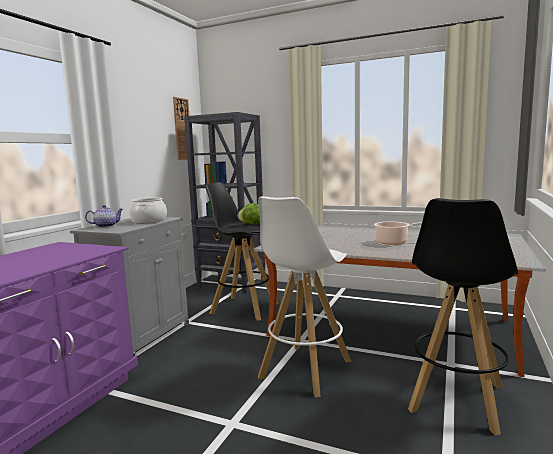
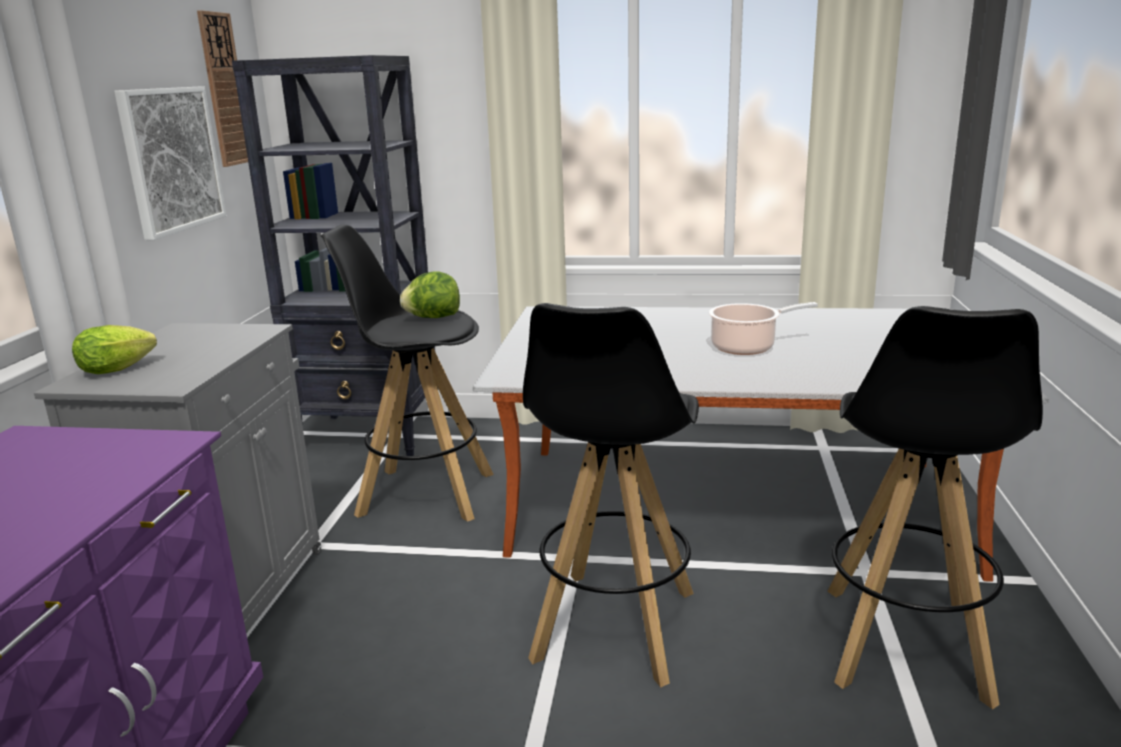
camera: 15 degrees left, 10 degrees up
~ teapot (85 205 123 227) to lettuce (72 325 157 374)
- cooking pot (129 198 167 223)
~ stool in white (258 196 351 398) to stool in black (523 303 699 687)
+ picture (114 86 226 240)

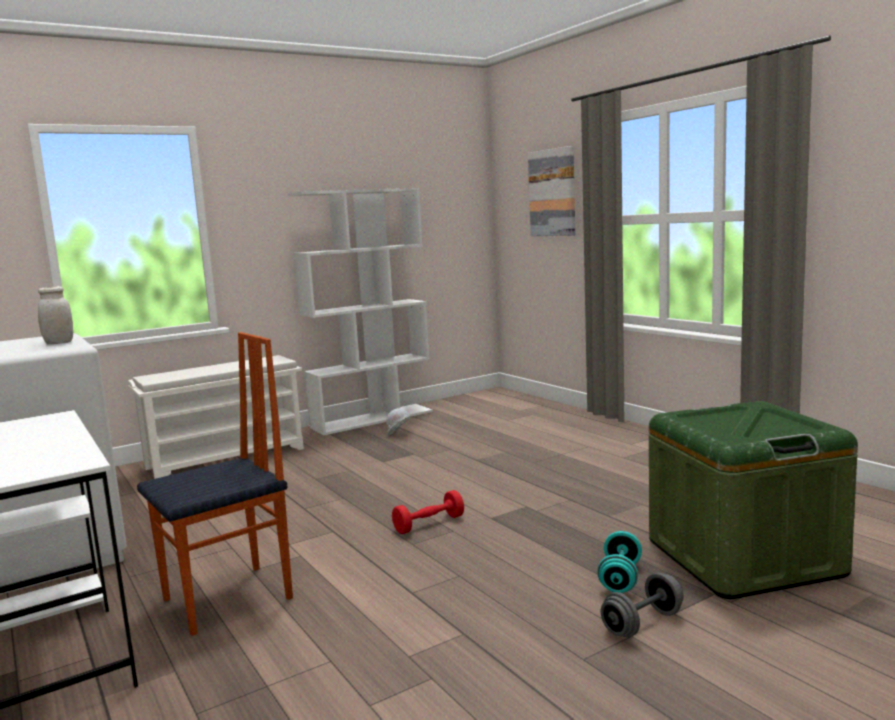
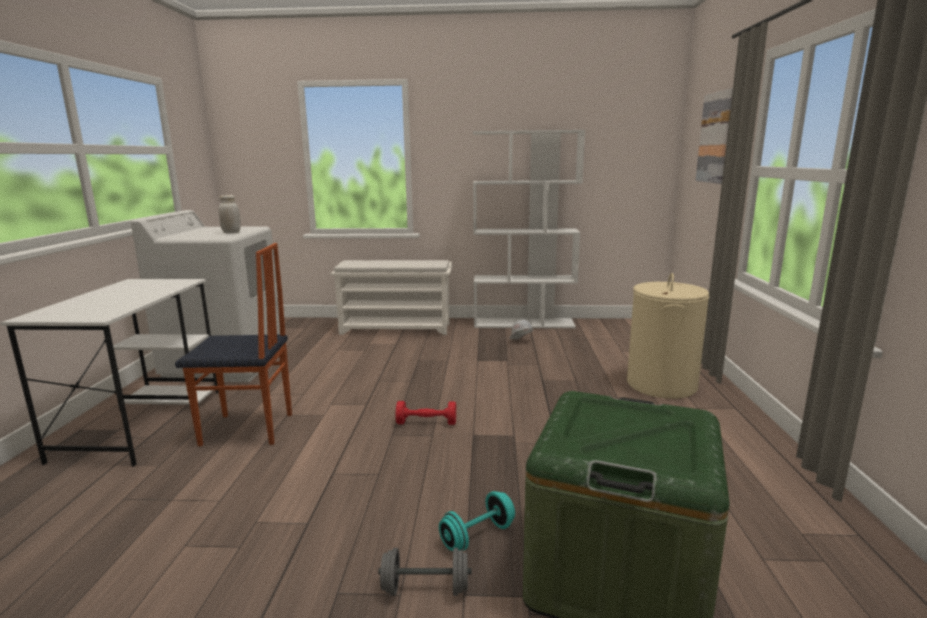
camera: 35 degrees right, 5 degrees up
+ laundry basket in beige (627 273 709 399)

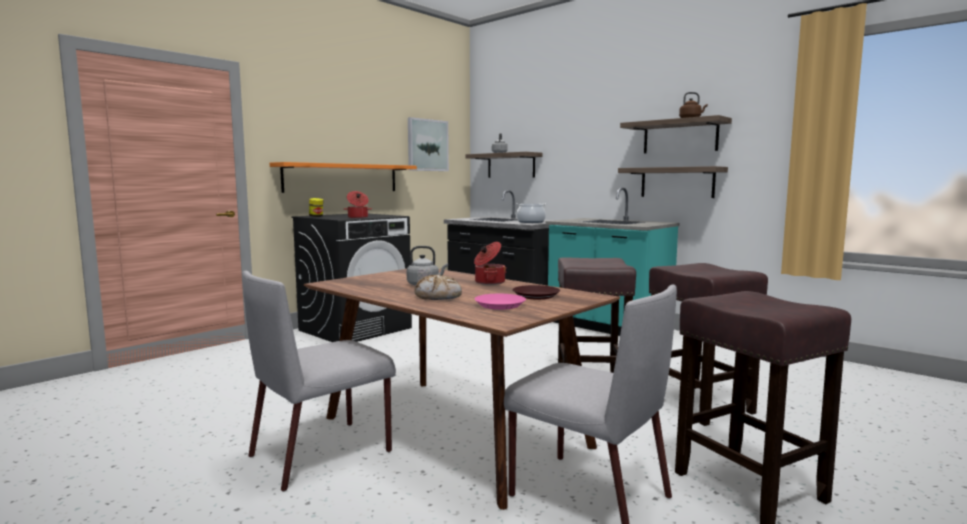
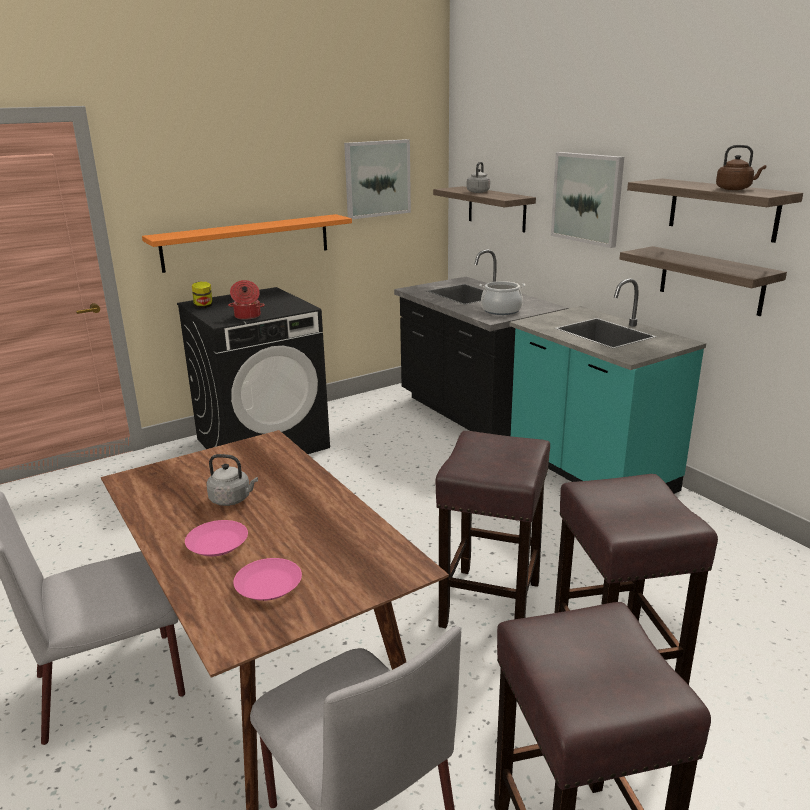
camera: 15 degrees right, 15 degrees up
~ bread (414 274 462 300) to plate in pink (185 520 248 556)
- cooking pot (474 242 506 285)
- plate in brown (512 285 560 299)
+ picture (551 152 624 248)

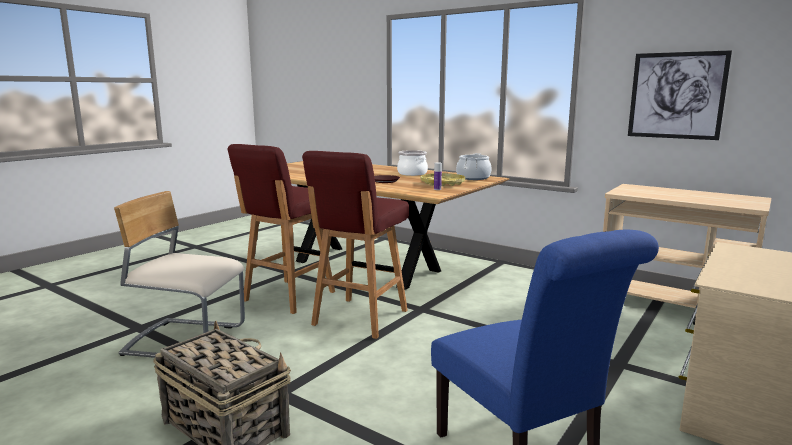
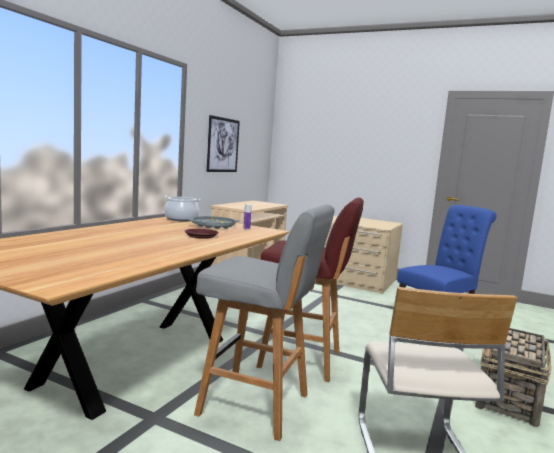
camera: 100 degrees left, 5 degrees down
~ stool in red (227 144 335 314) to stool in grey (194 204 335 441)
- cooking pot (397 150 428 176)
~ tray in yellow (420 173 465 186) to tray in grey (188 216 239 229)

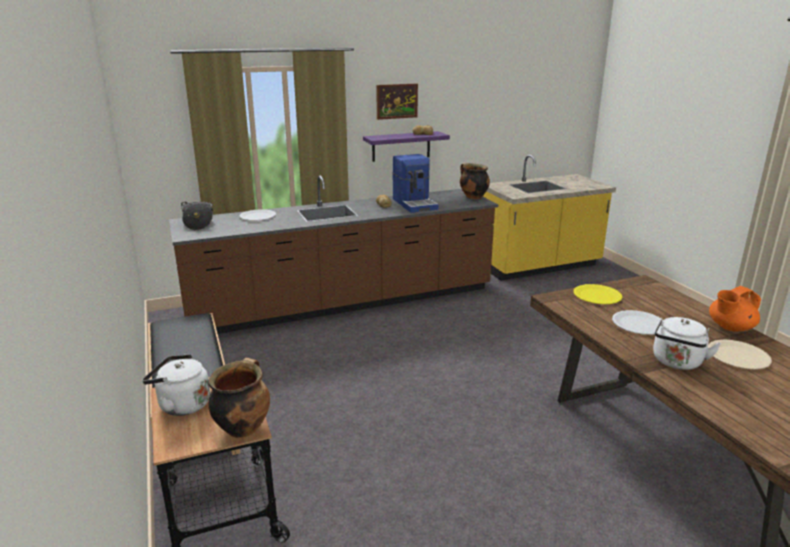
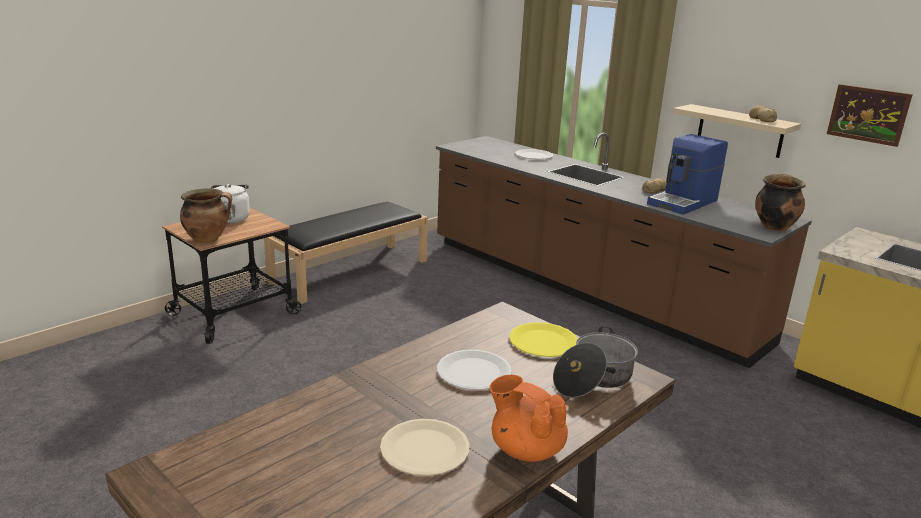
camera: 65 degrees right, 0 degrees up
~ cooking pot (181 202 213 230) to (553 326 638 398)
~ shelf in purple (363 131 450 162) to shelf in beige (673 104 801 158)
~ picture (376 84 418 120) to (827 84 913 147)
- kettle in white (653 317 722 370)

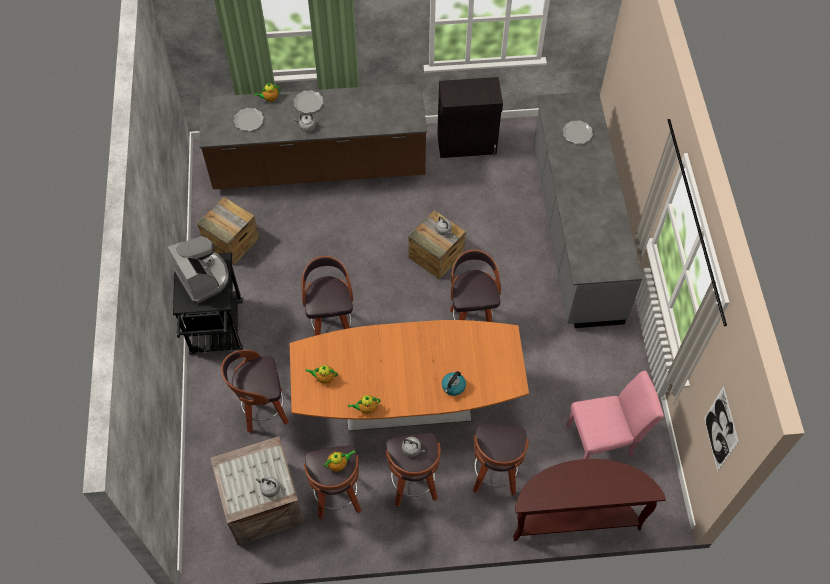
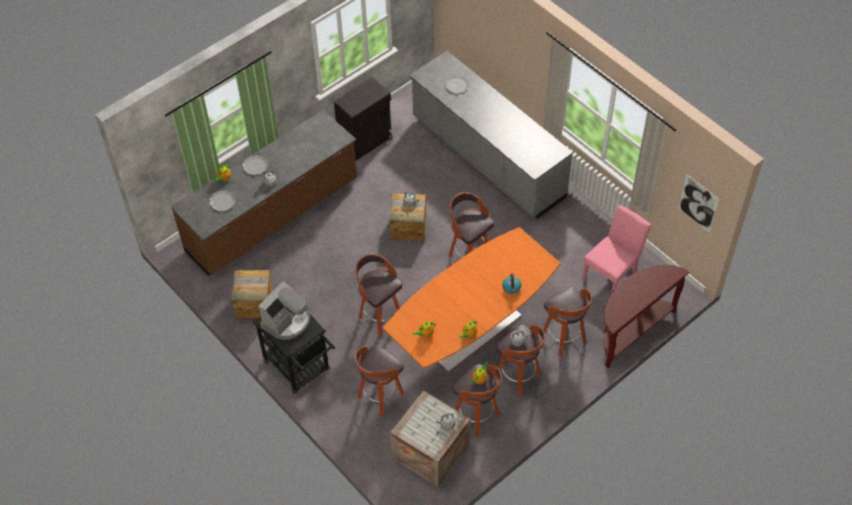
camera: 35 degrees left, 5 degrees down
~ coffee machine (168 236 229 303) = (259 281 310 340) 105 degrees clockwise

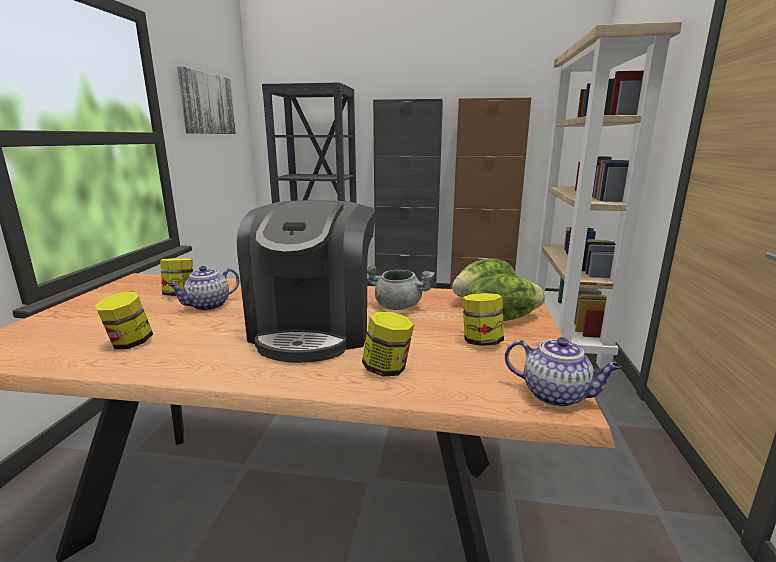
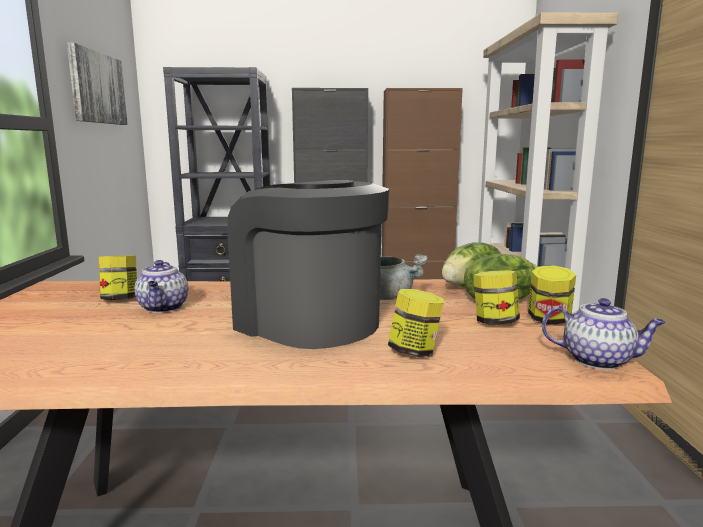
camera: 10 degrees left, 5 degrees down
~ jar (95 292 153 349) to (528 265 576 325)
~ teapot (168 266 240 311) = (135 260 189 313) 45 degrees counterclockwise
~ coffee machine (237 200 375 363) = (227 180 389 349) 135 degrees clockwise

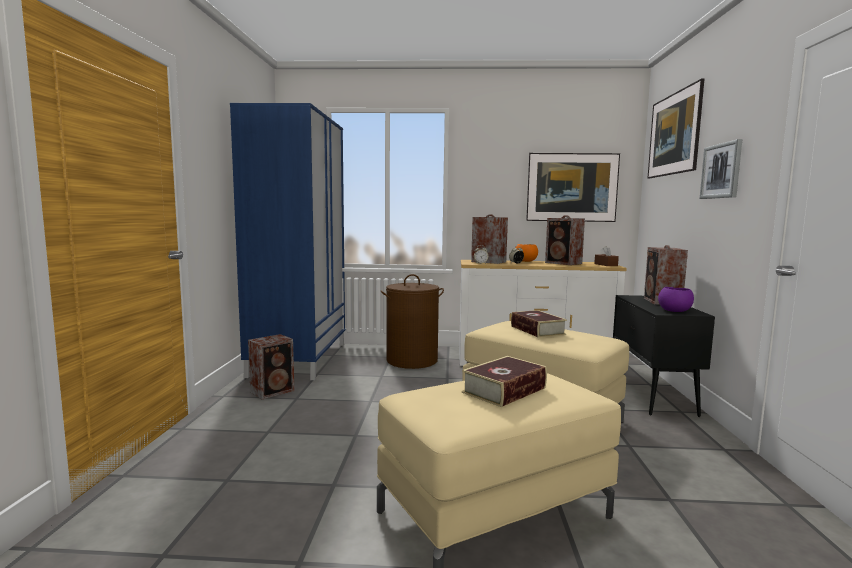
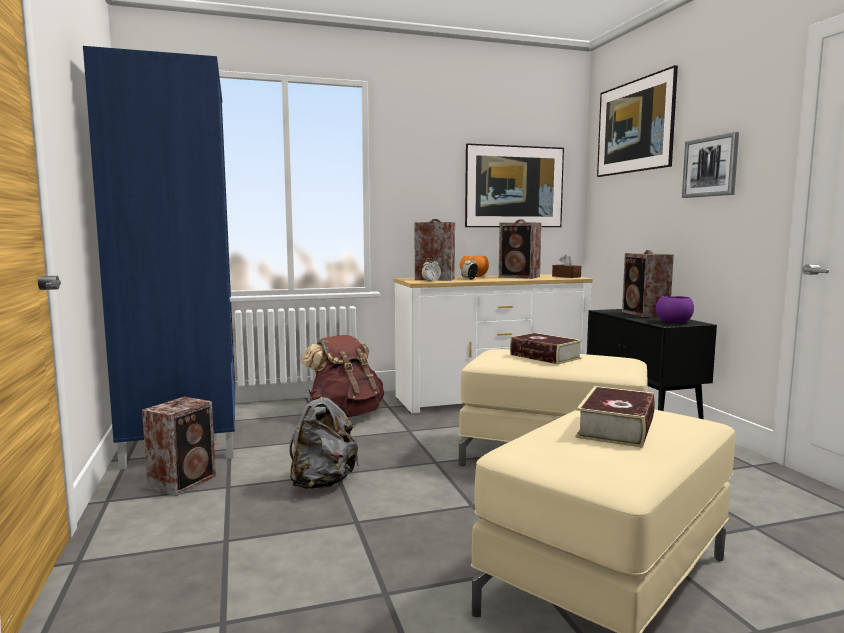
camera: 20 degrees left, 0 degrees up
~ laundry basket in brown (380 274 444 369) to backpack in brown (302 335 384 417)
+ backpack in grey (290 390 359 489)

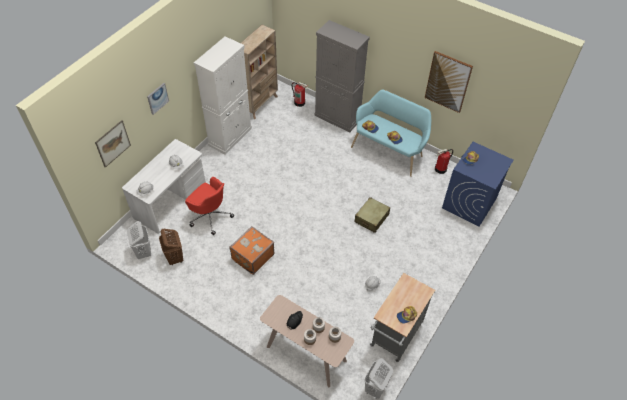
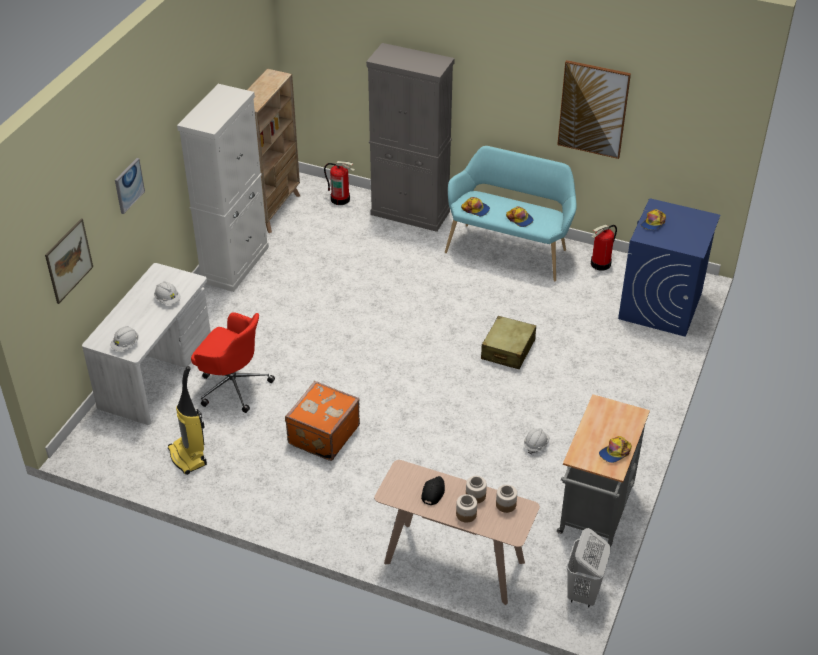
camera: 10 degrees left, 10 degrees down
- laundry basket in white (127 221 151 259)
~ laundry basket in brown (159 229 183 266) to vacuum cleaner (168 366 207 475)

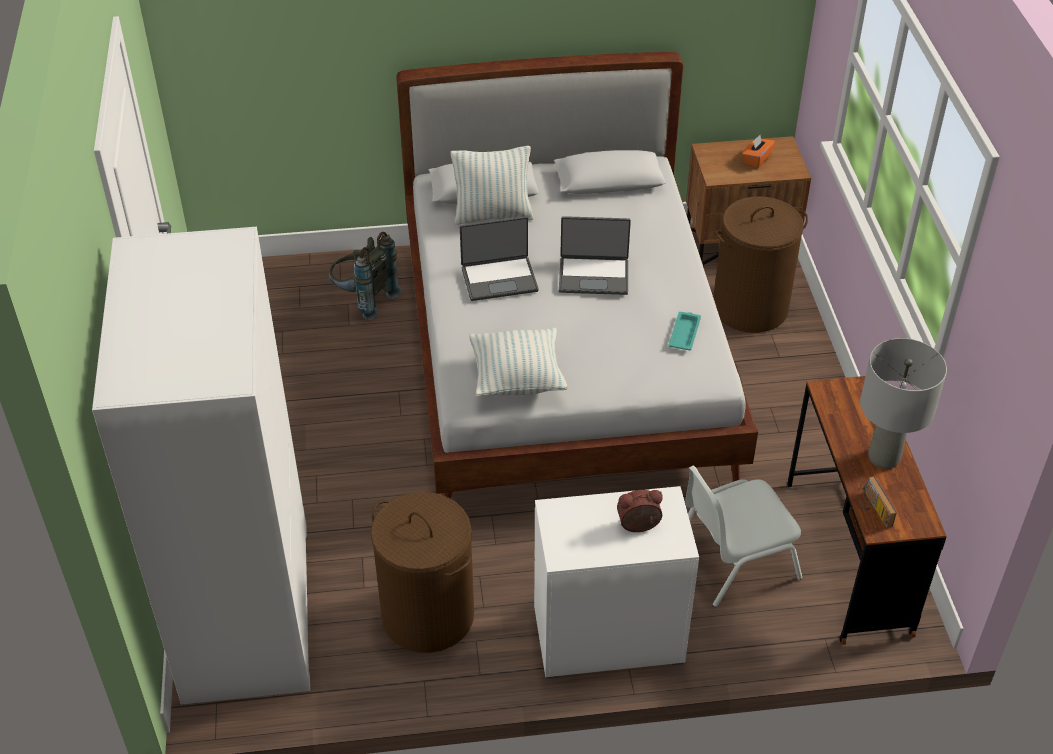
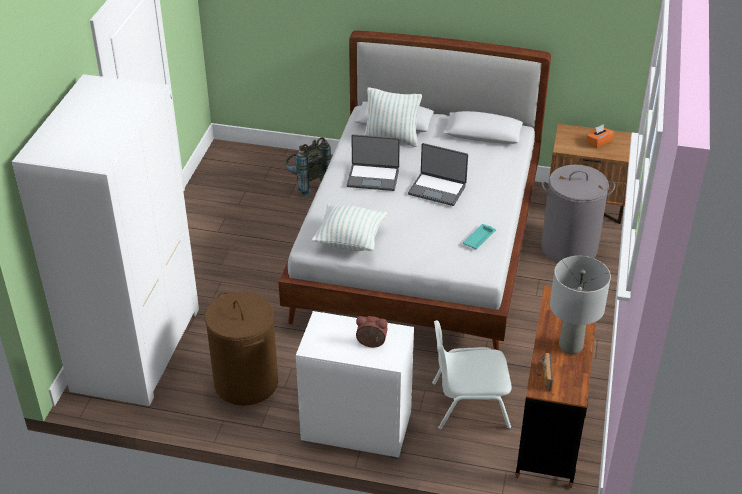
camera: 20 degrees right, 5 degrees down
~ laundry basket in brown (713 196 808 333) to laundry basket in grey (541 165 615 263)

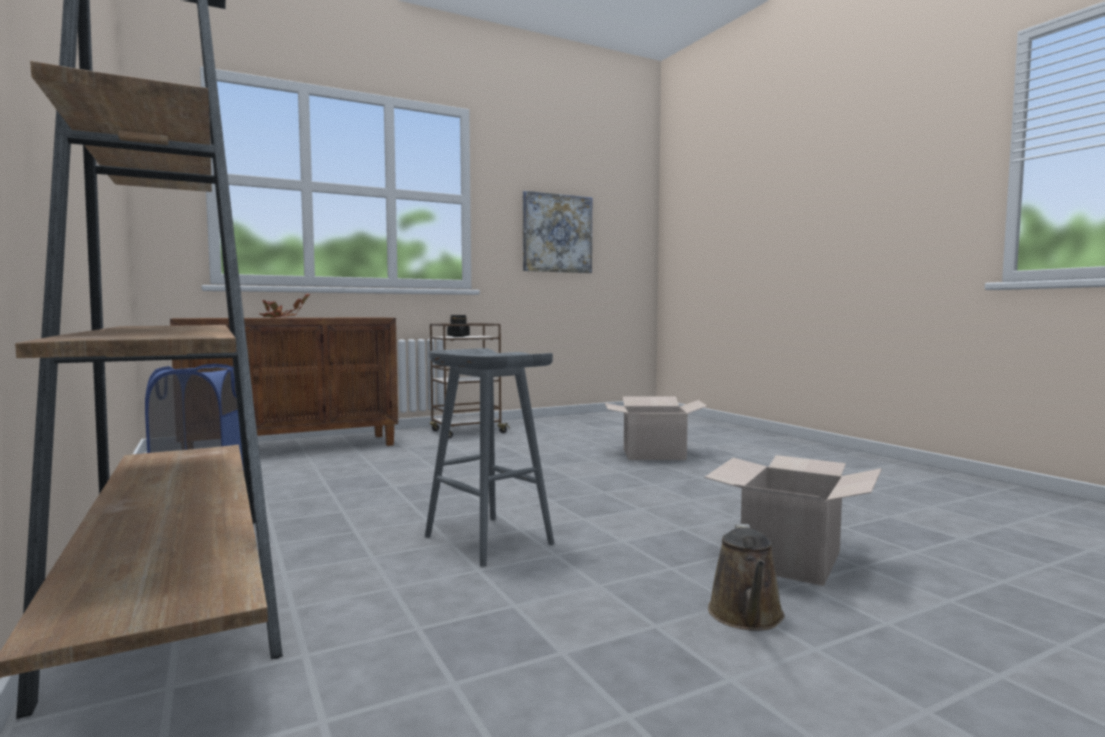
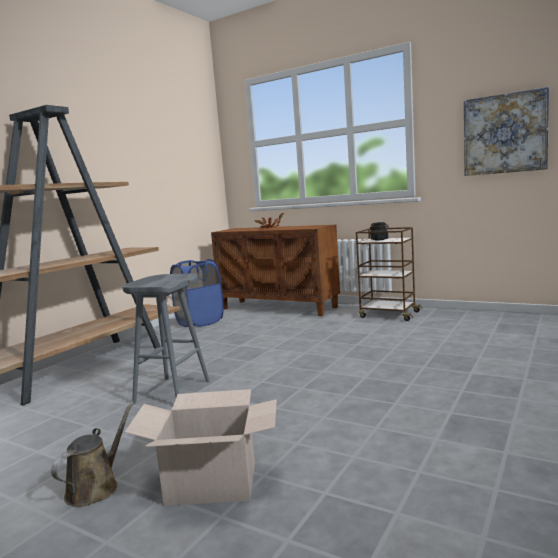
camera: 60 degrees right, 5 degrees up
- cardboard box (605 396 707 460)
~ watering can in brown (708 524 785 631) = (51 402 134 507) 135 degrees clockwise

